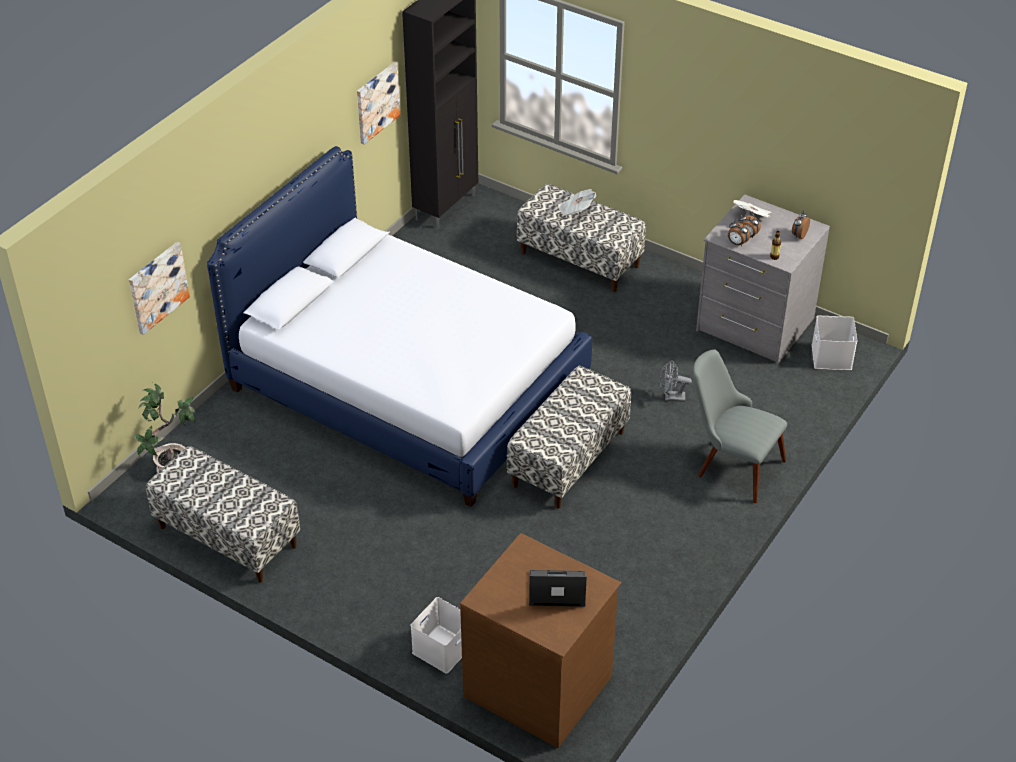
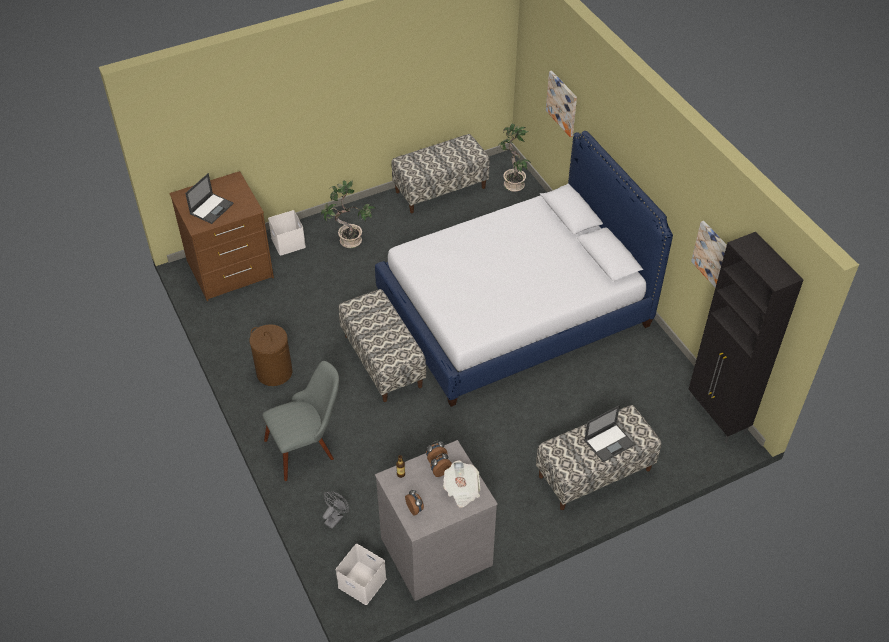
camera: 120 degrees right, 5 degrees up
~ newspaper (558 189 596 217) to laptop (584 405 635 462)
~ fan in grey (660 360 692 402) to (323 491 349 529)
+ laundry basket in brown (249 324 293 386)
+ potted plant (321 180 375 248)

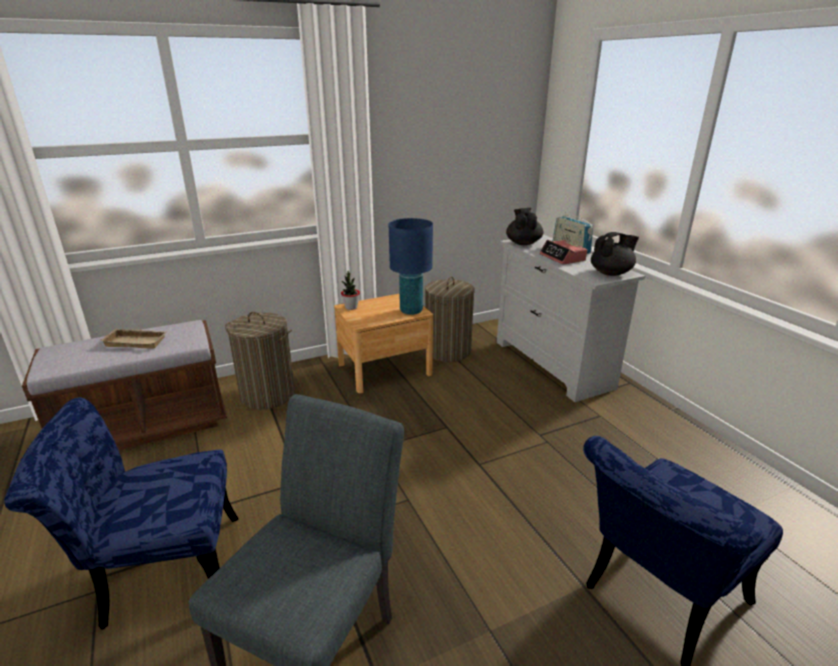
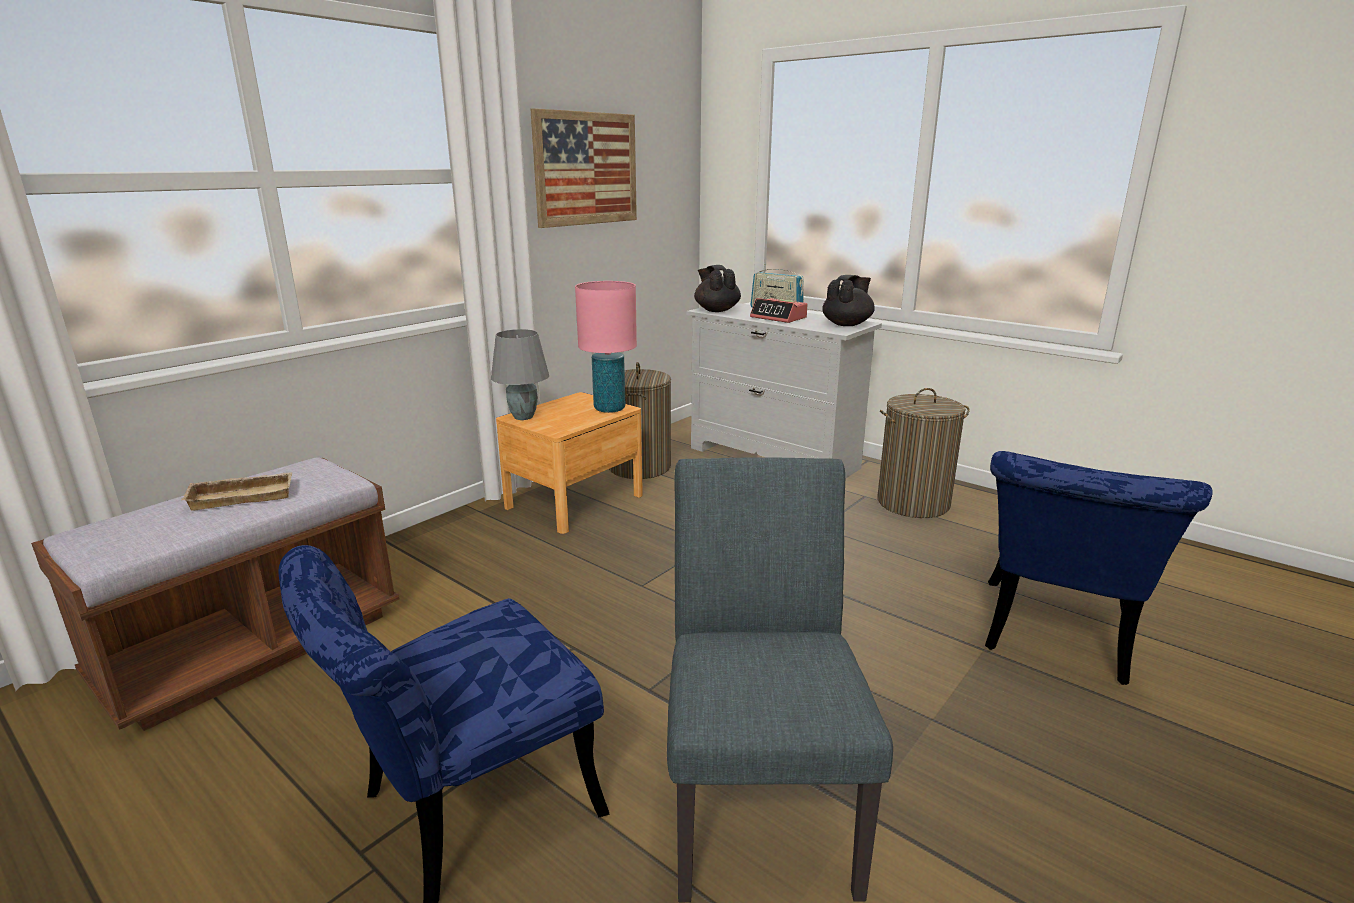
camera: 25 degrees left, 5 degrees down
~ laundry basket (225 312 295 410) to (877 388 970 518)
~ potted plant (341 271 360 310) to table lamp in grey (491 329 549 420)
~ table lamp in blue (389 218 433 315) to table lamp in pink (575 281 637 413)
+ picture (530 108 637 228)

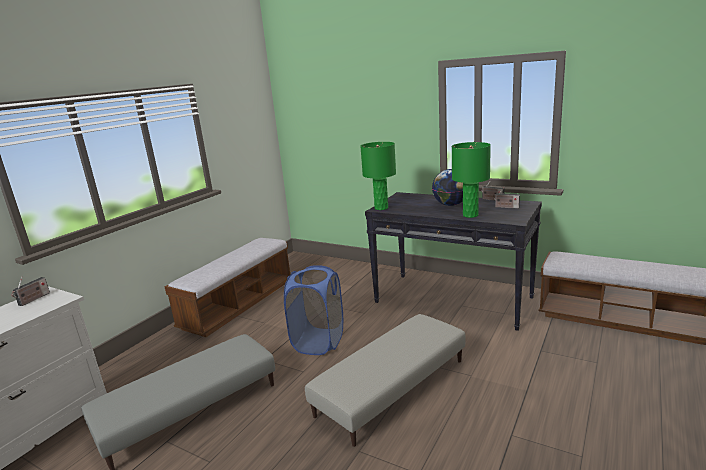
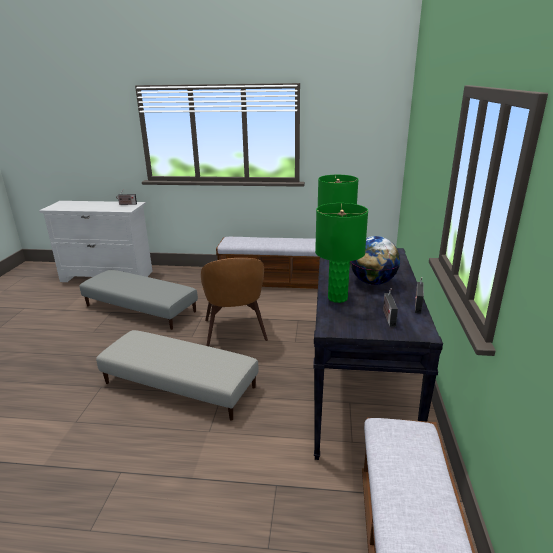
camera: 65 degrees right, 5 degrees up
~ laundry basket in blue (284 265 343 355) to chair in brown (201 258 268 346)

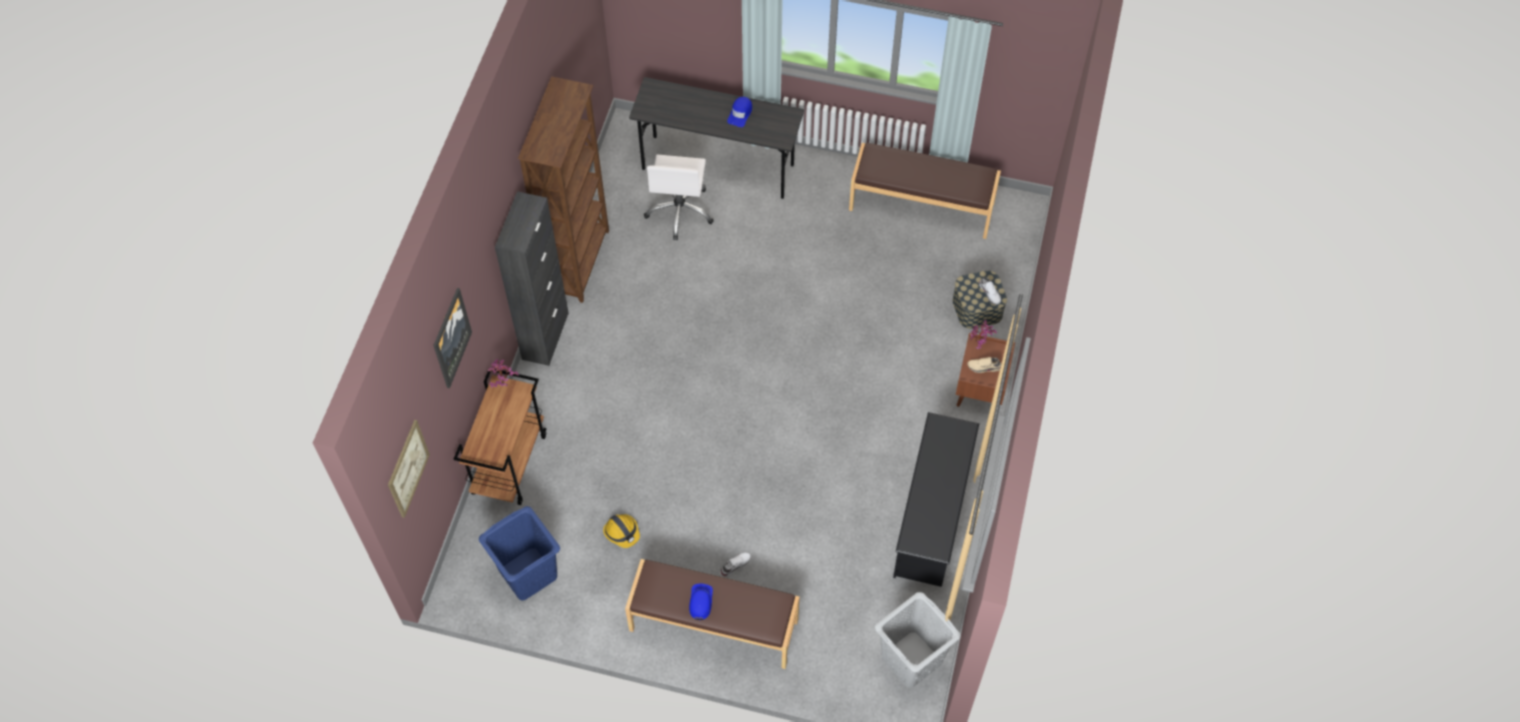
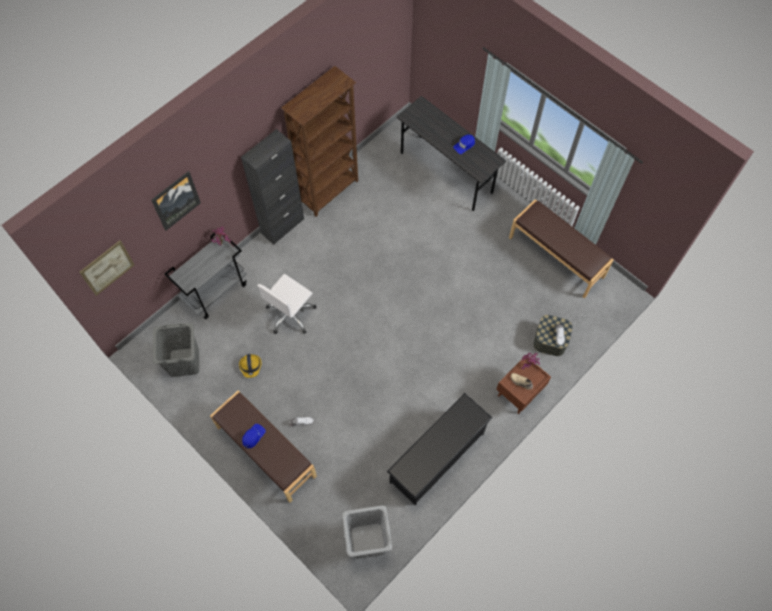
camera: 30 degrees right, 5 degrees up
~ cart in brown (454 369 547 505) to cart in grey (164 233 247 319)
~ laundry basket in blue (479 506 560 600) to laundry basket in grey (153 323 199 377)
~ office chair in white (644 155 714 240) to (257 274 316 334)

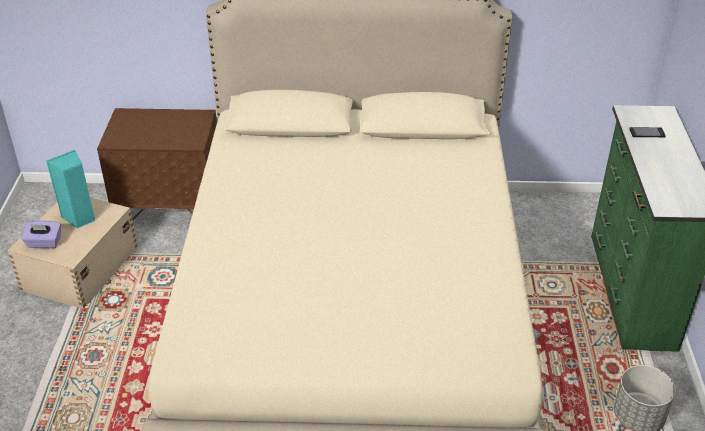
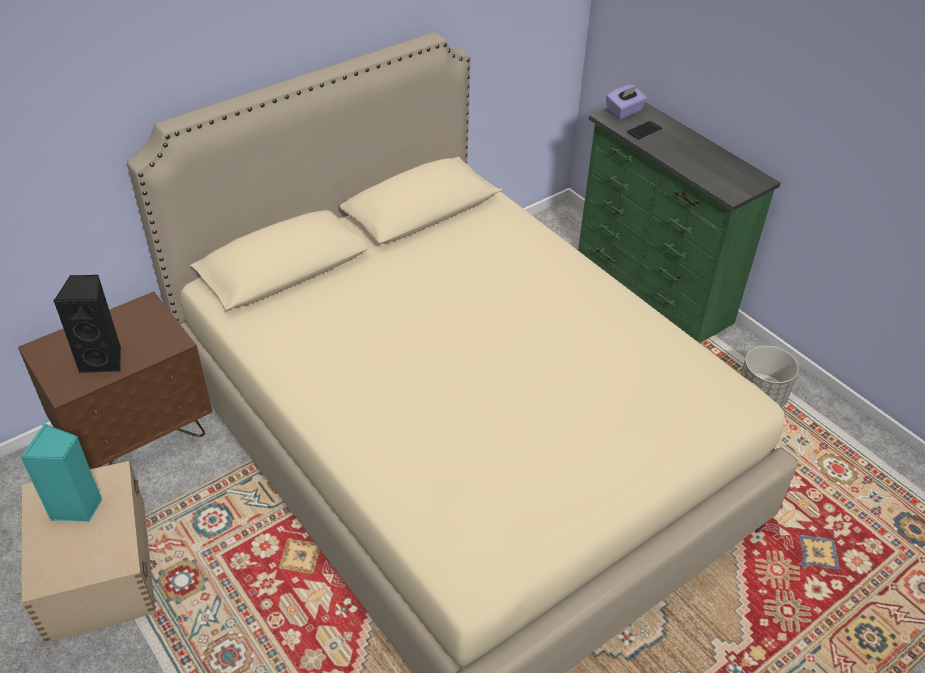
camera: 40 degrees left, 5 degrees up
~ tissue box in purple (21 220 61 248) to (606 85 647 119)
+ speaker in black (53 275 121 373)

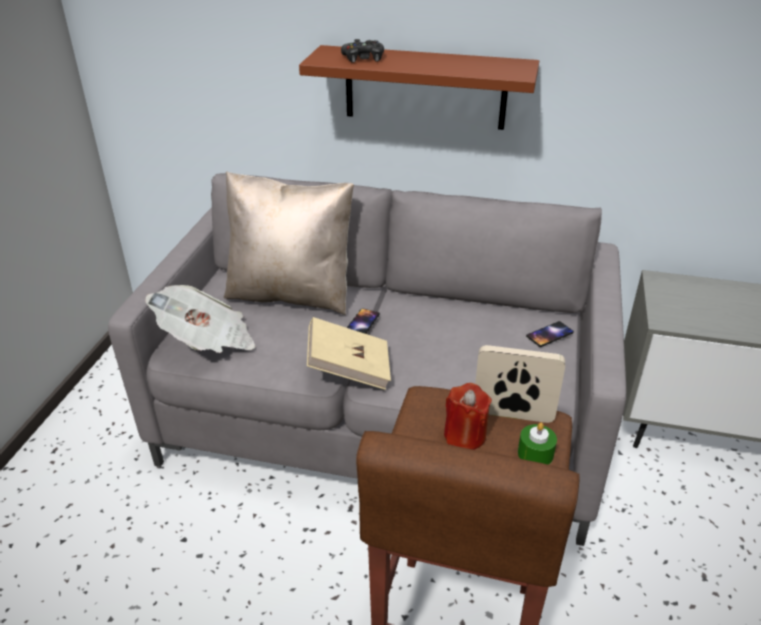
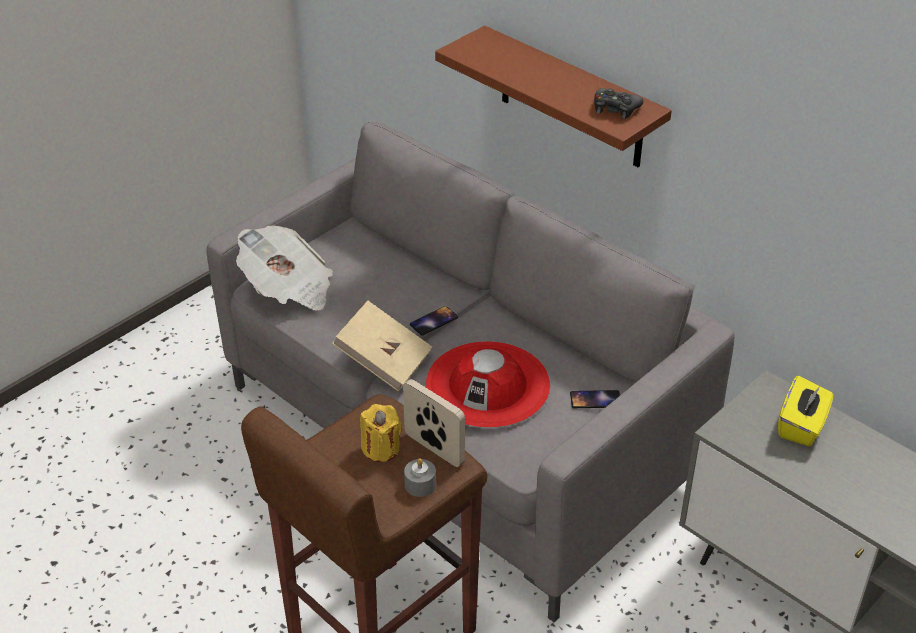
camera: 30 degrees right, 5 degrees up
- pillow in beige (224 171 354 315)
~ game controller in black (341 39 384 63) to (594 88 643 119)
~ candle in red (444 383 492 450) to candle in yellow (360 404 402 462)
~ candle in green (518 423 557 465) to candle in grey (404 458 436 497)
+ hat in red (426 341 550 428)
+ tissue box in yellow (778 376 833 446)

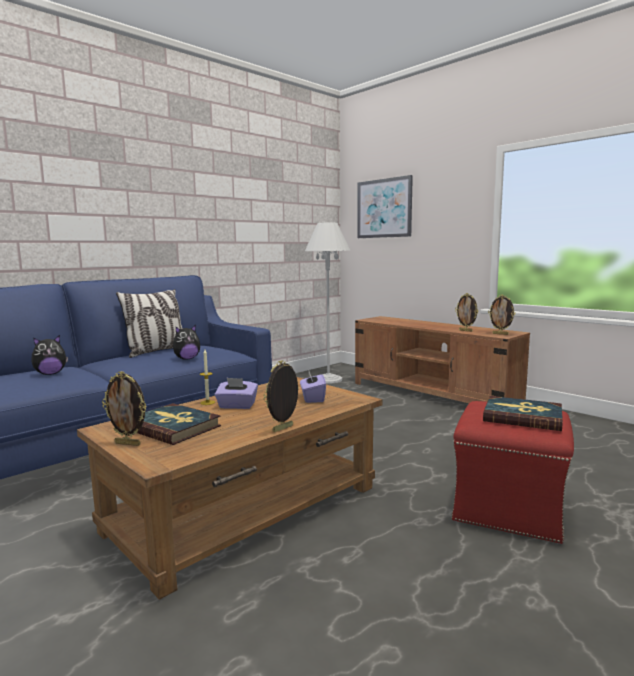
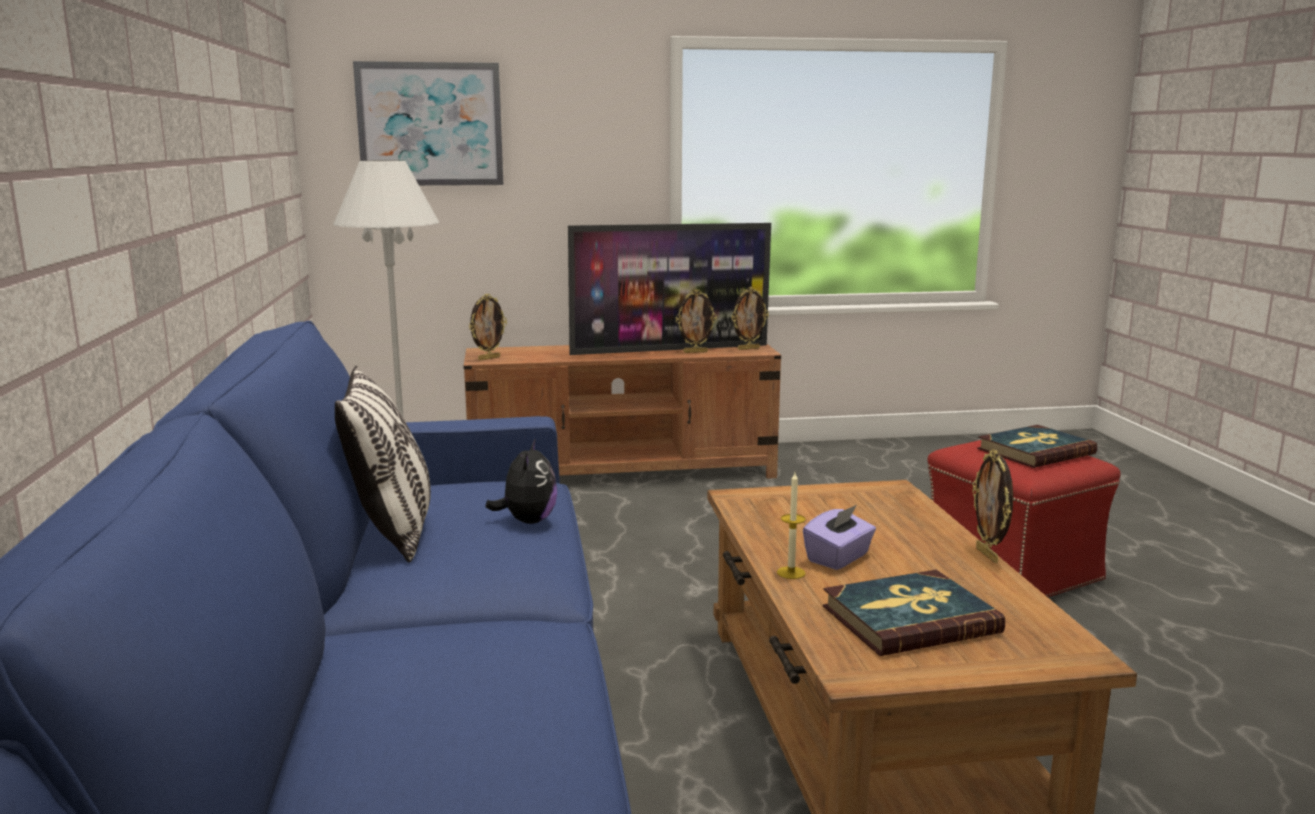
camera: 55 degrees left, 5 degrees up
- plush toy (31 335 68 375)
~ picture frame (102 371 146 446) to (469 294 507 361)
- tissue box in purple (300 371 326 403)
+ television (568 223 771 355)

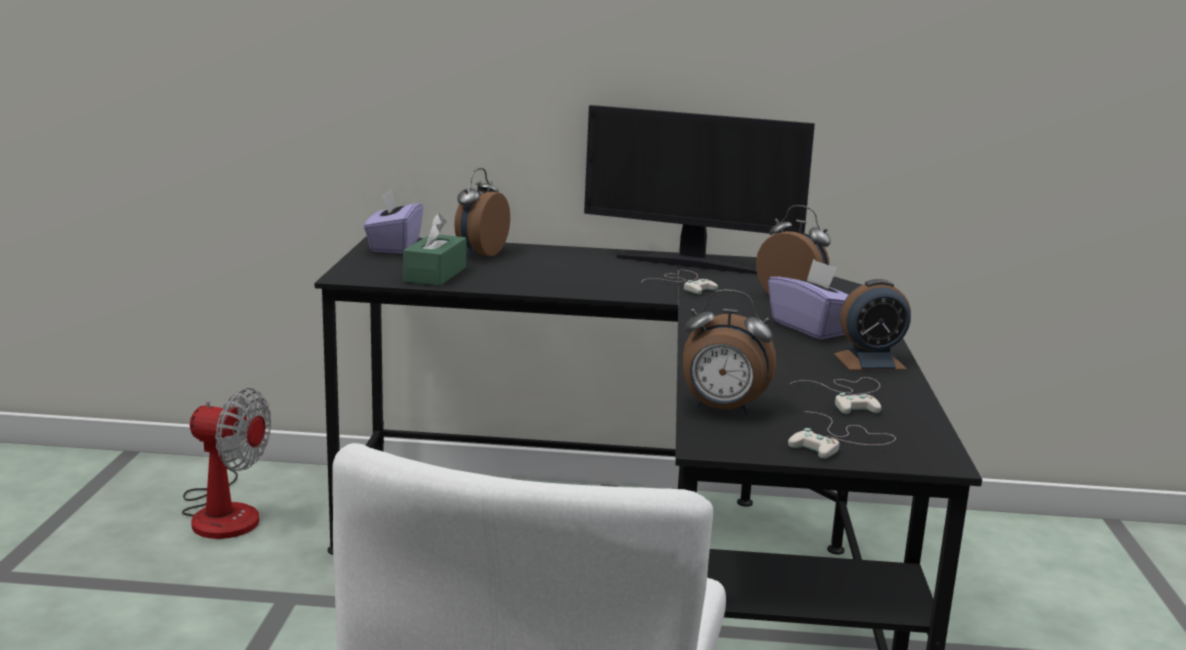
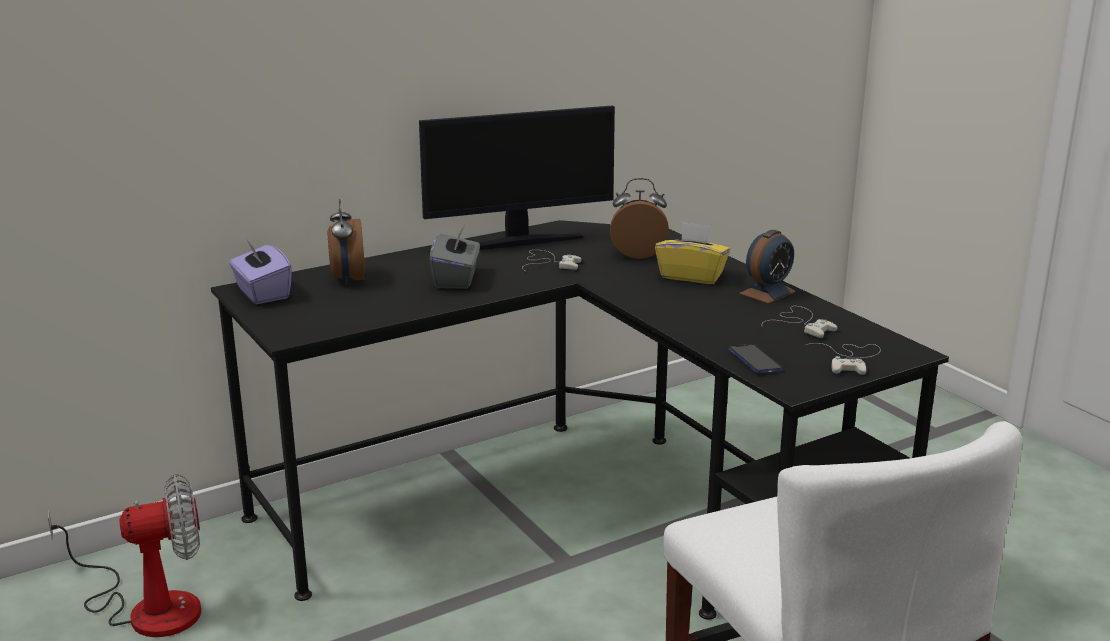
camera: 35 degrees left, 5 degrees up
- tissue box in green (403 213 466 286)
~ alarm clock (683 289 776 415) to phone (729 344 783 373)
~ tissue box in purple (768 259 848 339) to tissue box in yellow (655 222 731 284)
+ tissue box in grey (430 225 480 289)

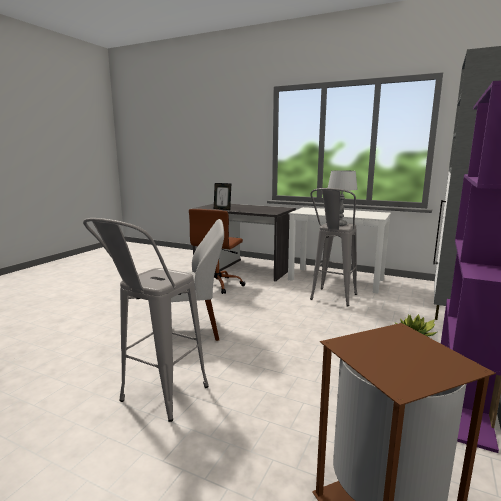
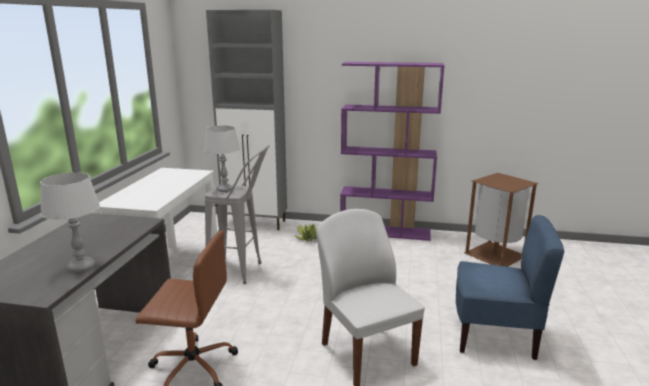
camera: 105 degrees left, 5 degrees up
~ stool in grey (83 218 208 422) to chair in blue (456 215 564 360)
~ picture frame (214 183 231 210) to table lamp in grey (40 172 100 272)

